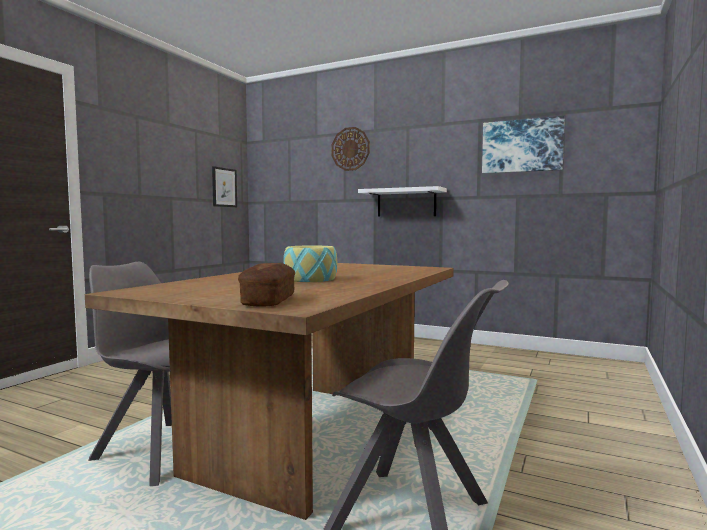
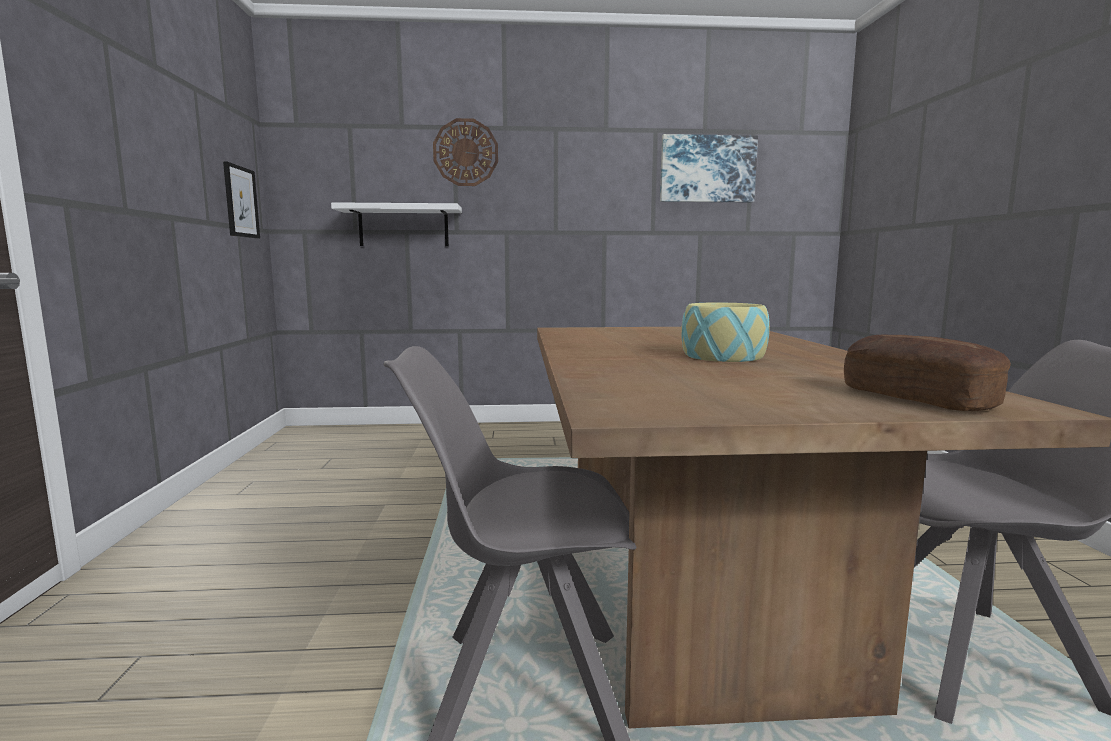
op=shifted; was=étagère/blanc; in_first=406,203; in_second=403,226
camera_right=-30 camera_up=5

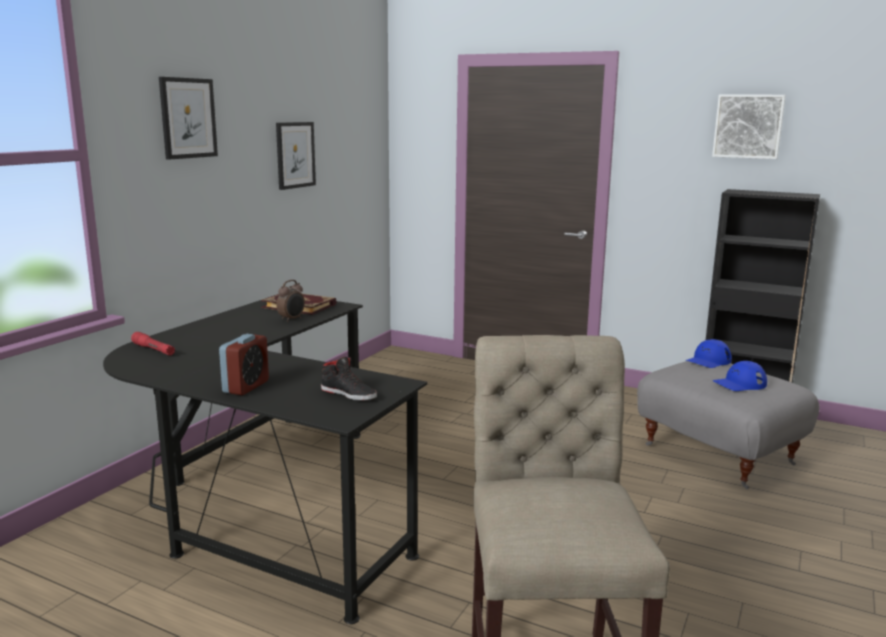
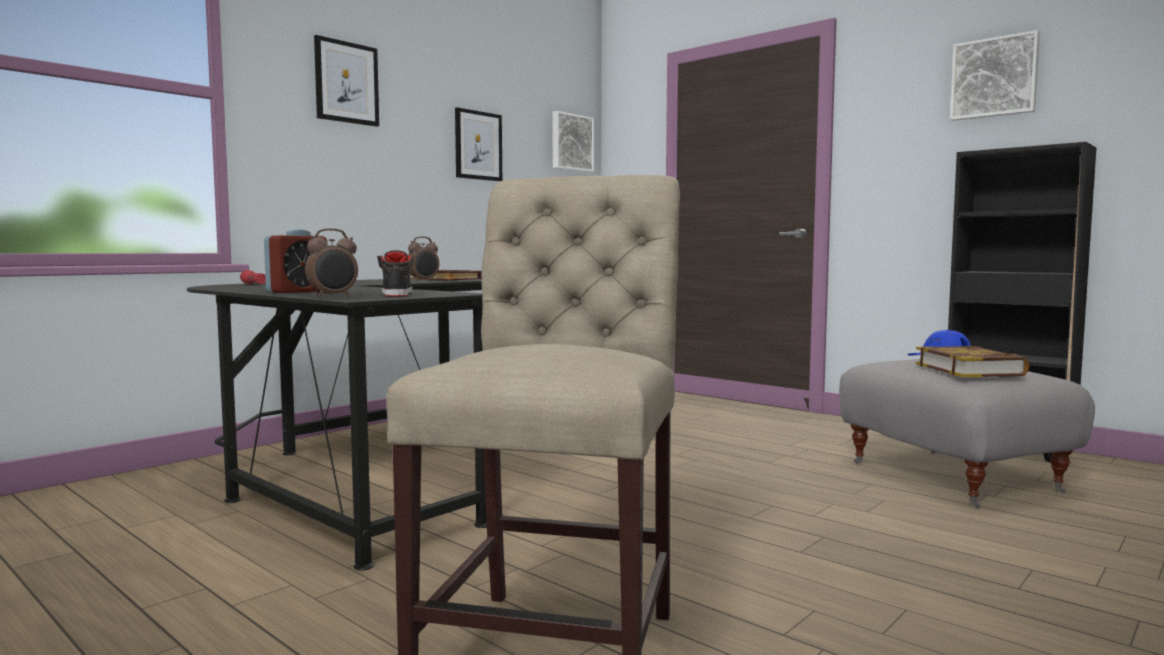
op=rotated; was=chaussure/noir; in_first=349,394; in_second=396,294; clockwise=-150
op=swapped; was=casquette/bleu; now=livre; in_first=739,384; in_second=969,370
op=new; now=réveil; in_second=333,296
op=new; now=tableau; in_second=571,142
camera_right=15 camera_up=-10

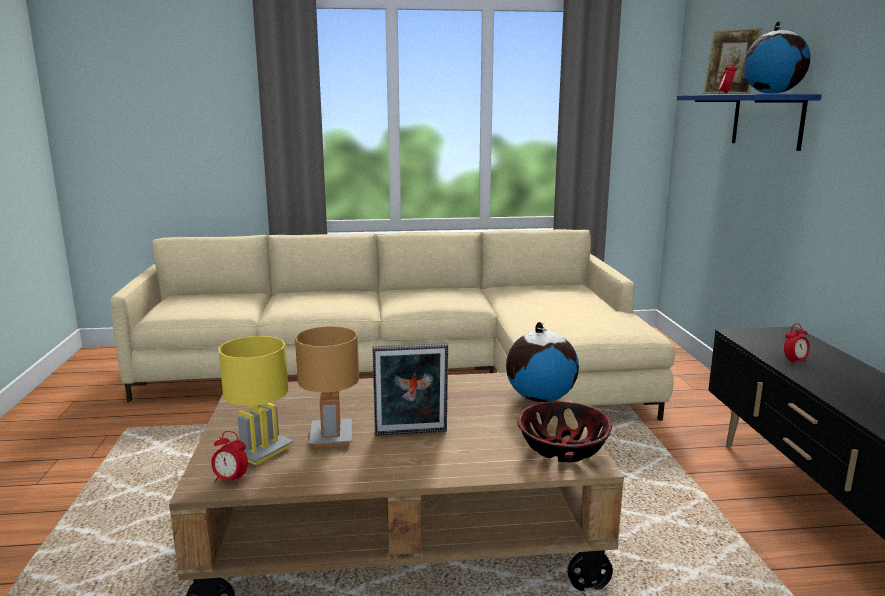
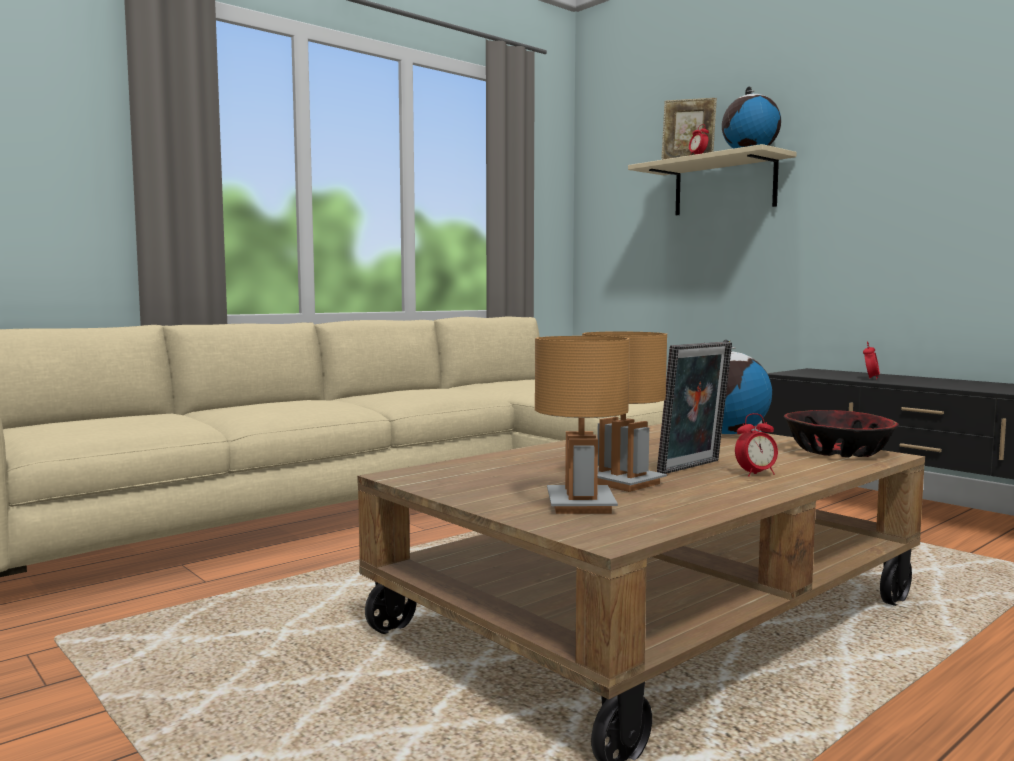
op=shifted; was=réveil; in_first=230,480; in_second=756,474
op=repainted; was=lampe de table/jaune; now=lampe de table/marron; in_first=261,451; in_second=581,504
op=repainted; was=étagère/bleu; now=étagère/beige; in_first=767,120; in_second=724,186
camera_right=-35 camera_up=-10

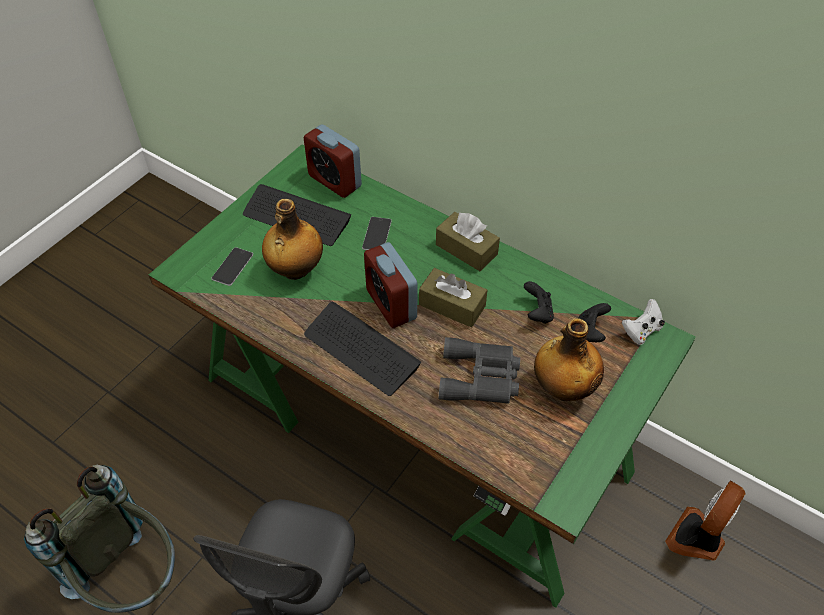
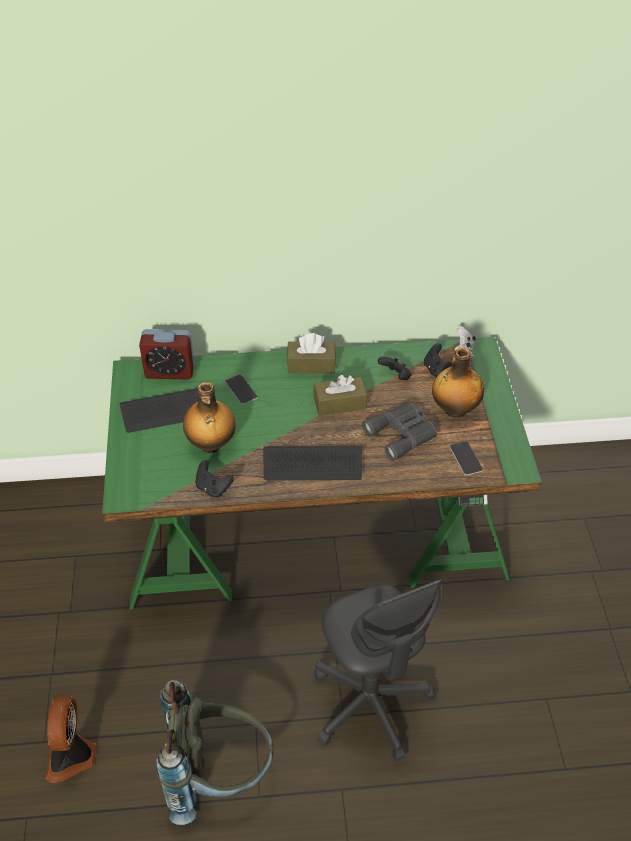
op=shifted; was=téléphone; in_first=232,266; in_second=465,458
op=gone; was=réveil; in_first=391,304
op=shifted; was=ventilateur; in_first=697,538; in_second=72,756
op=new; now=manette/noir; in_second=213,488
camera_right=-40 camera_up=-5

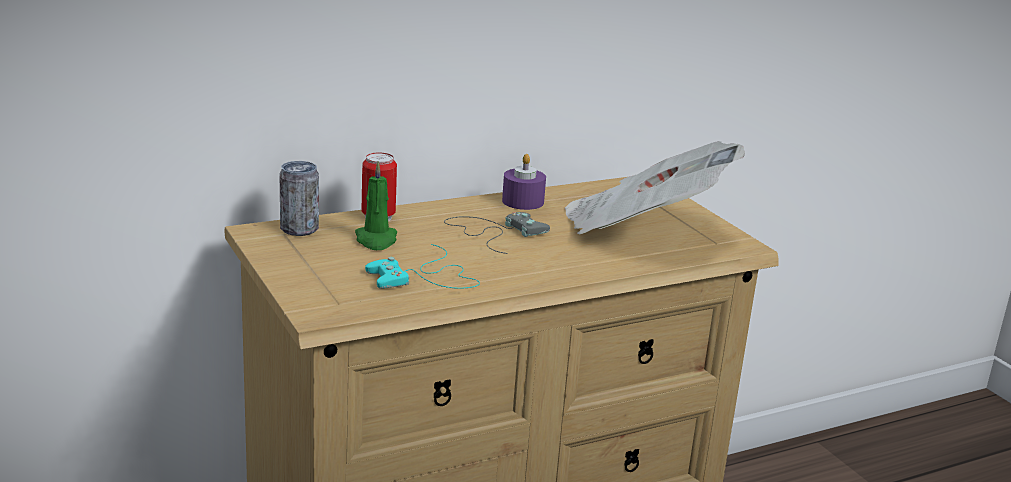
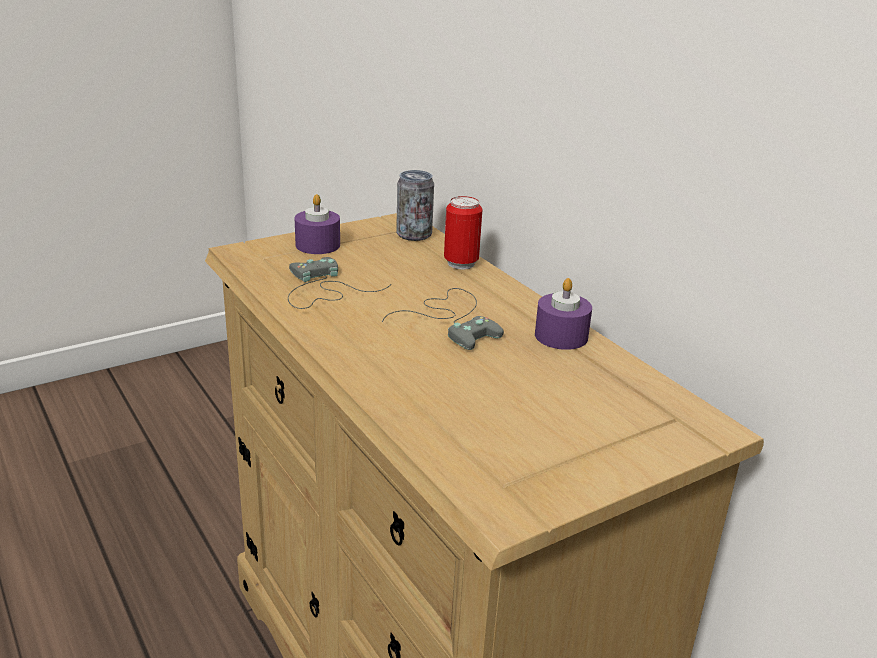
op=gone; was=bougie/vert; in_first=376,240
op=repainted; was=manette/turquoise; now=manette/gris; in_first=426,278; in_second=322,289
op=gone; was=journal; in_first=642,229
op=new; now=bougie/violet; in_second=317,245
camera_right=85 camera_up=5

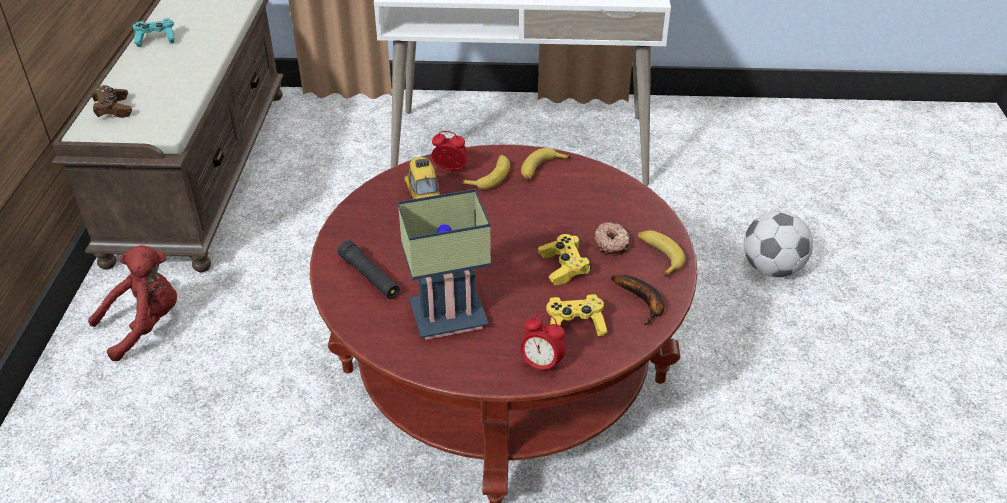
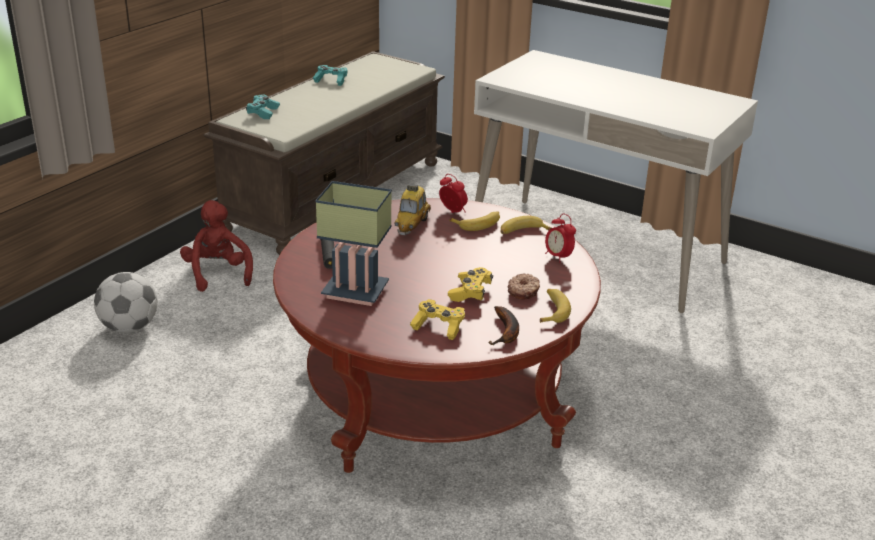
op=rotated; was=peluche/rouge; in_first=145,325; in_second=218,274; clockwise=-105
op=repainted; was=manette/marron; now=manette/turquoise; in_first=113,109; in_second=263,113
op=shifted; was=réveil; in_first=541,365; in_second=558,257
op=shifted; was=ballon de foot; in_first=772,269; in_second=130,327
camera_right=30 camera_up=-10

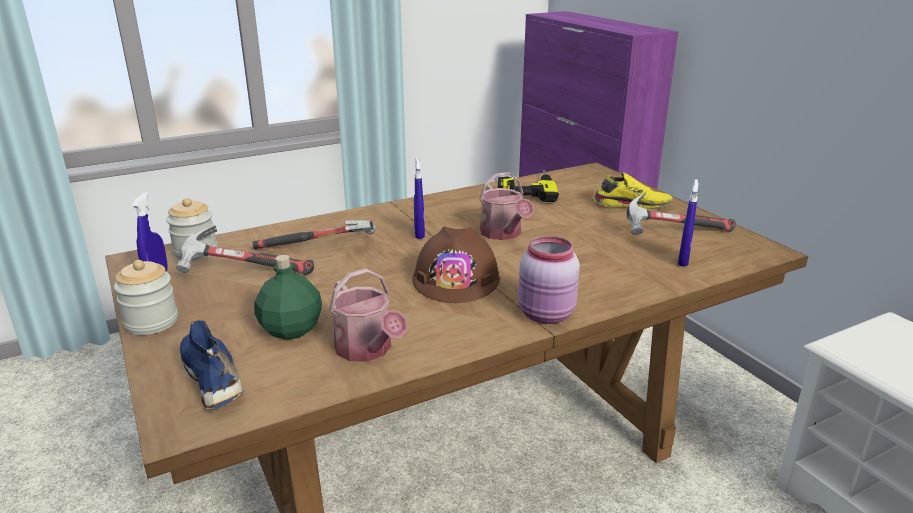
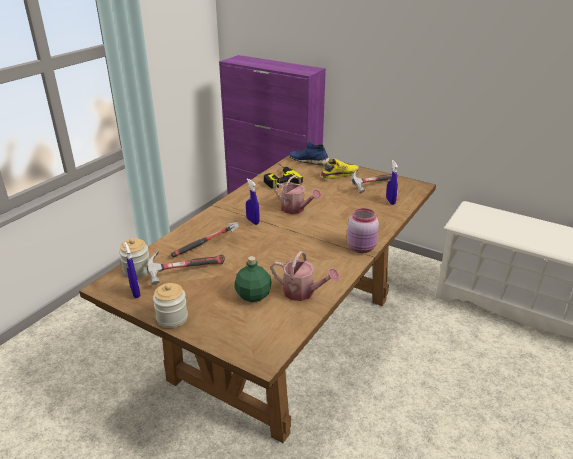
op=shifted; was=chaussure/bleu; in_first=213,378; in_second=309,161
op=gone; was=casque de chantier/marron; in_first=456,279
camera_right=-30 camera_up=5

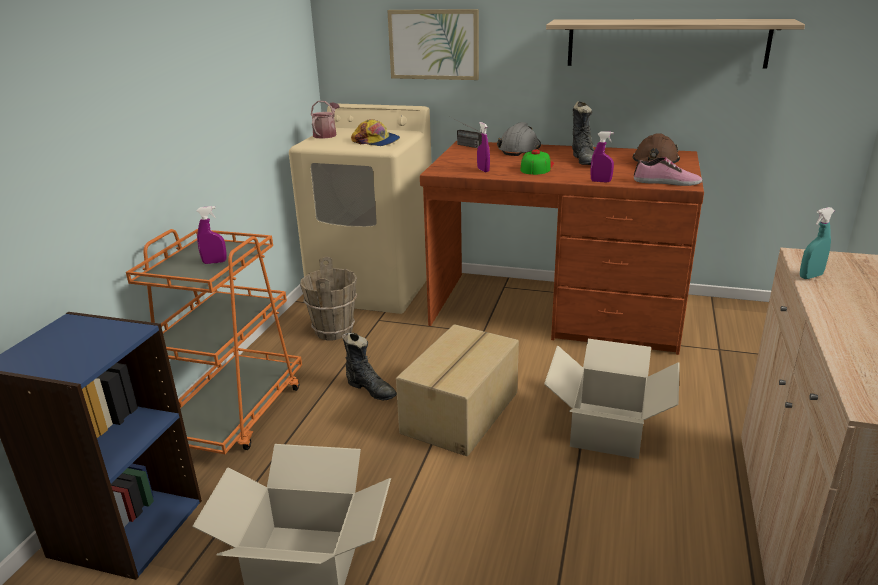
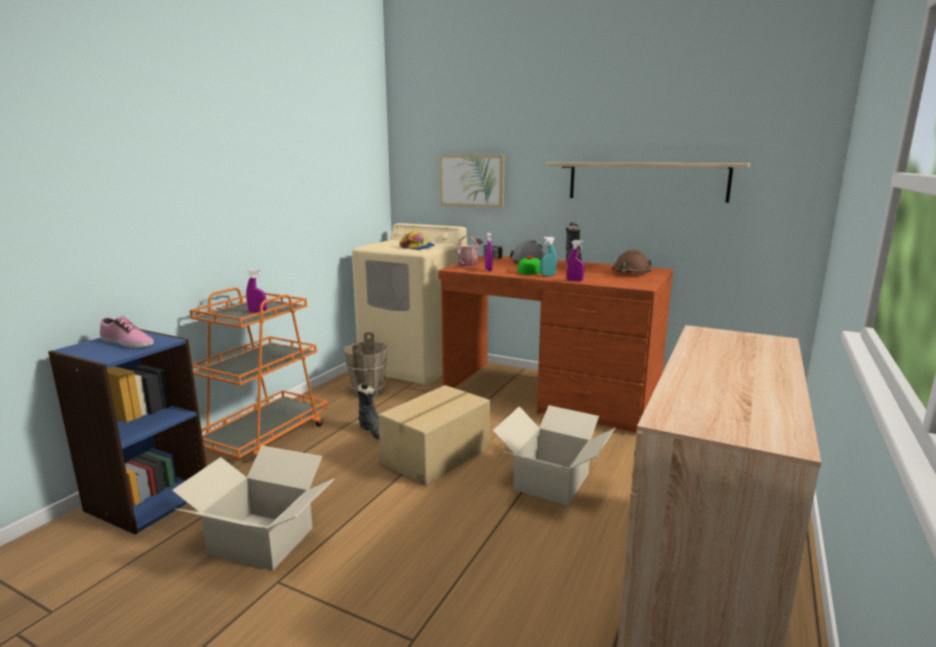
op=shifted; was=arrosoir; in_first=326,134; in_second=469,264
op=shifted; was=chaussure; in_first=666,182; in_second=127,343
op=shifted; was=vaporisateur/turquoise; in_first=810,276; in_second=548,275
camera_right=10 camera_up=-10

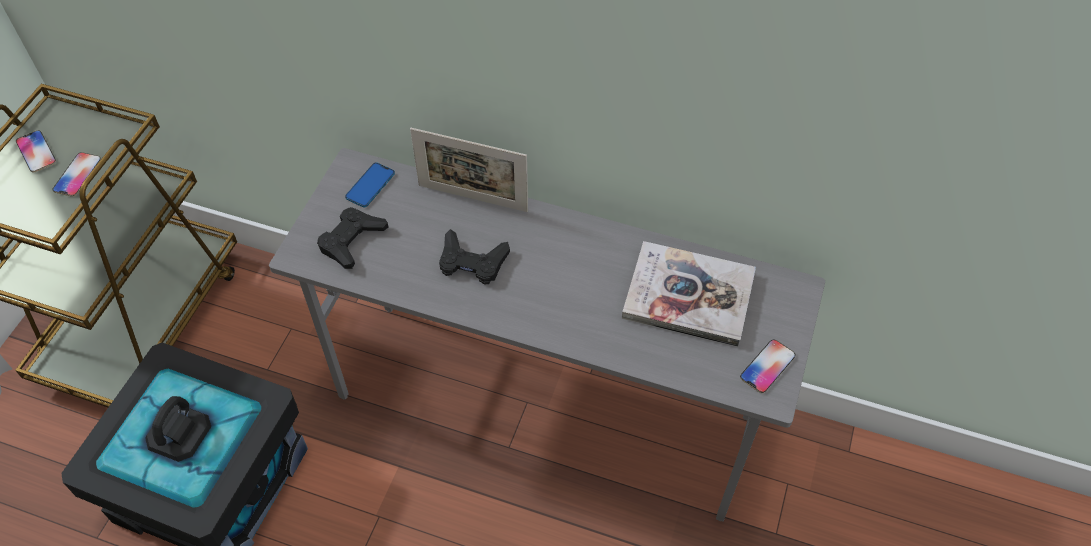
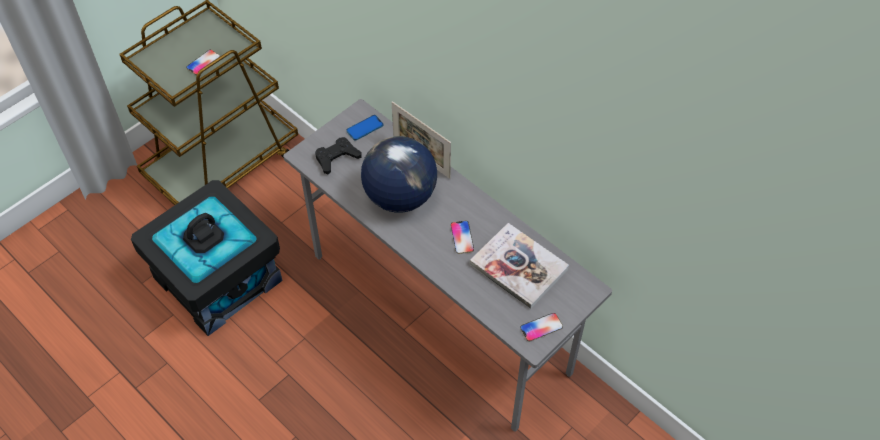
op=shifted; was=téléphone; in_first=36,152; in_second=462,237
op=swapped; was=manette/noir; now=globe; in_first=472,262; in_second=399,197
camera_right=25 camera_up=0

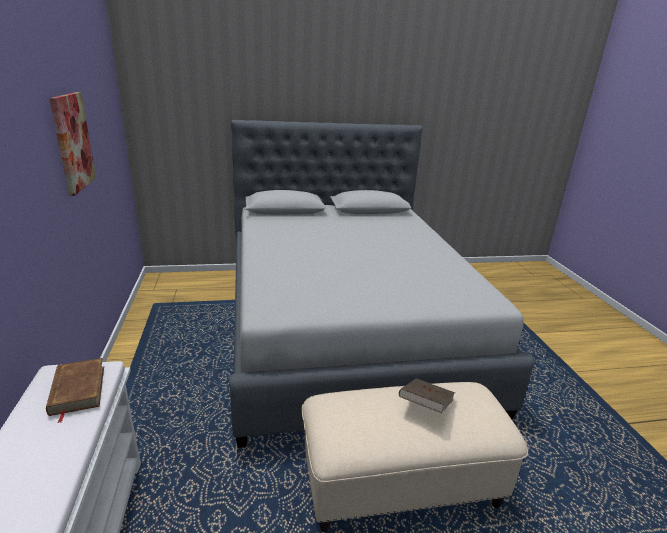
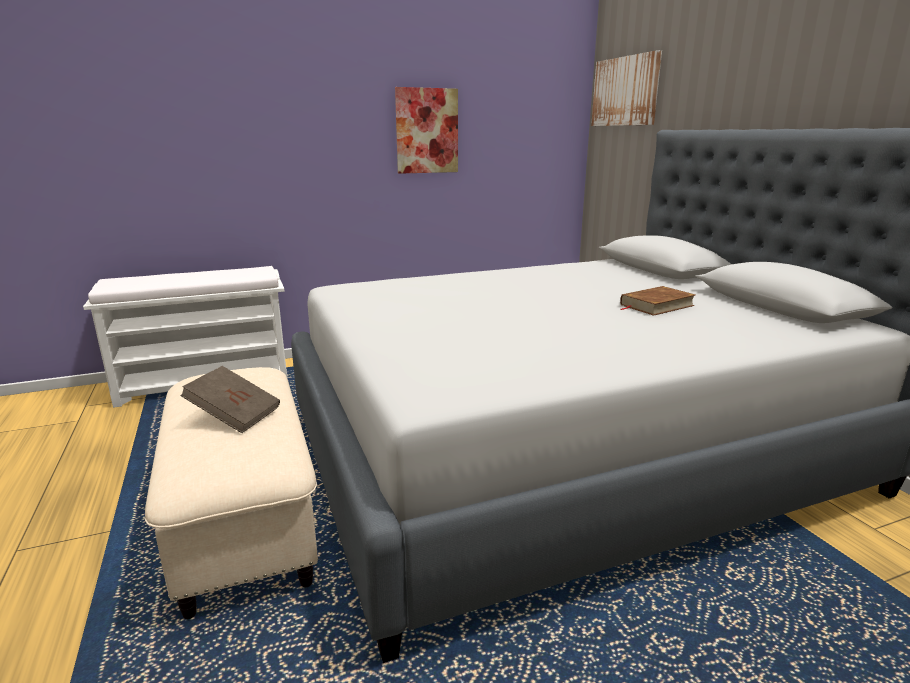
op=shifted; was=livre/marron; in_first=77,390; in_second=656,305
op=new; now=tableau; in_second=625,91
camera_right=80 camera_up=-5

